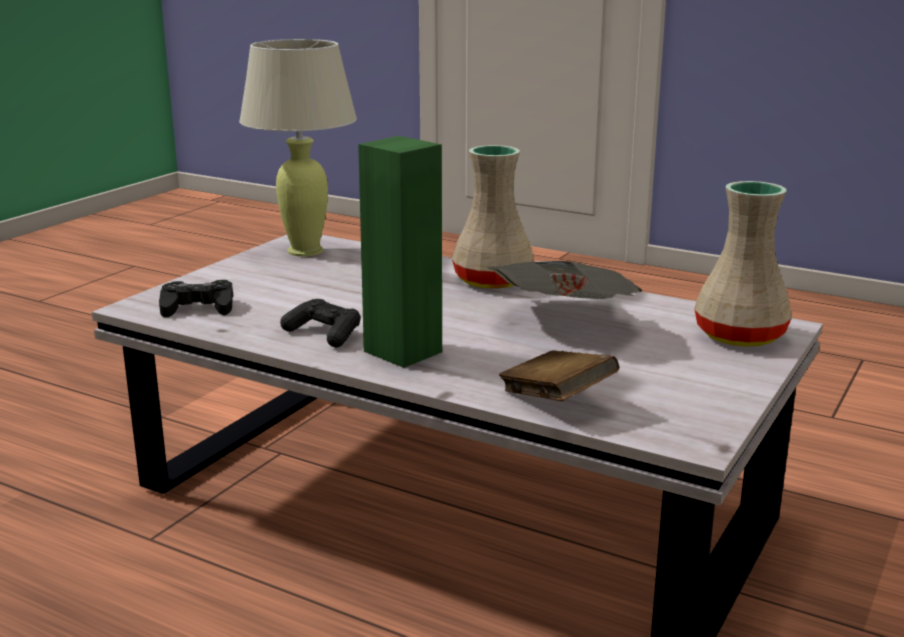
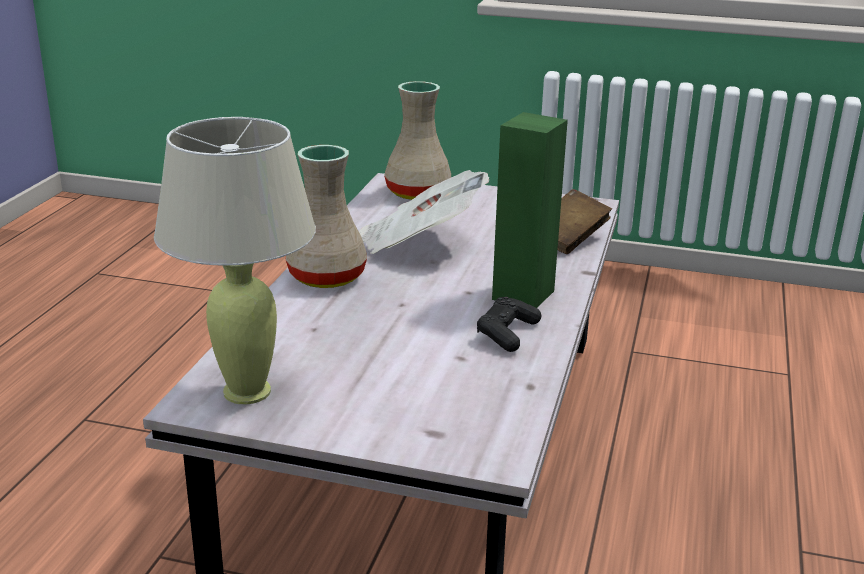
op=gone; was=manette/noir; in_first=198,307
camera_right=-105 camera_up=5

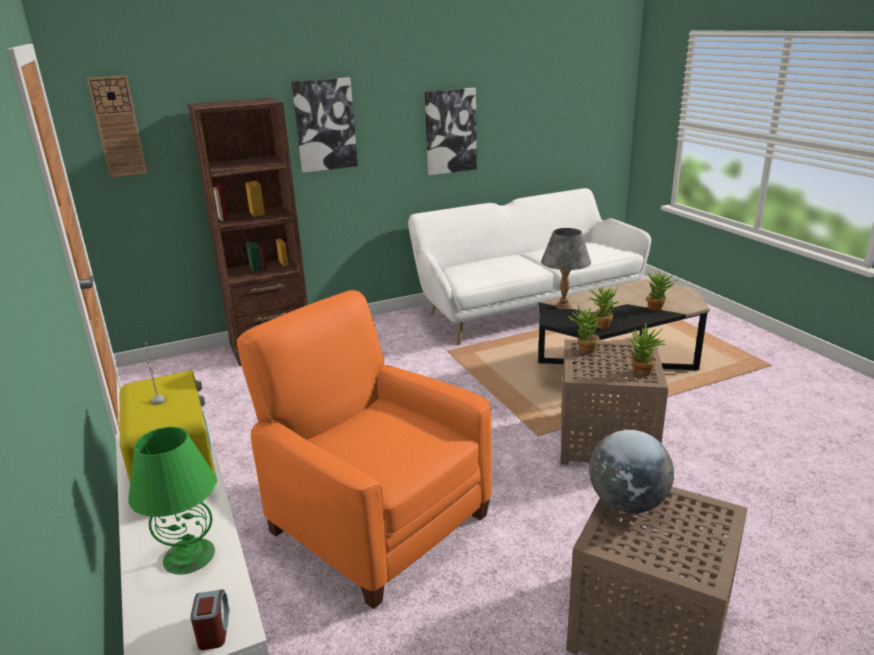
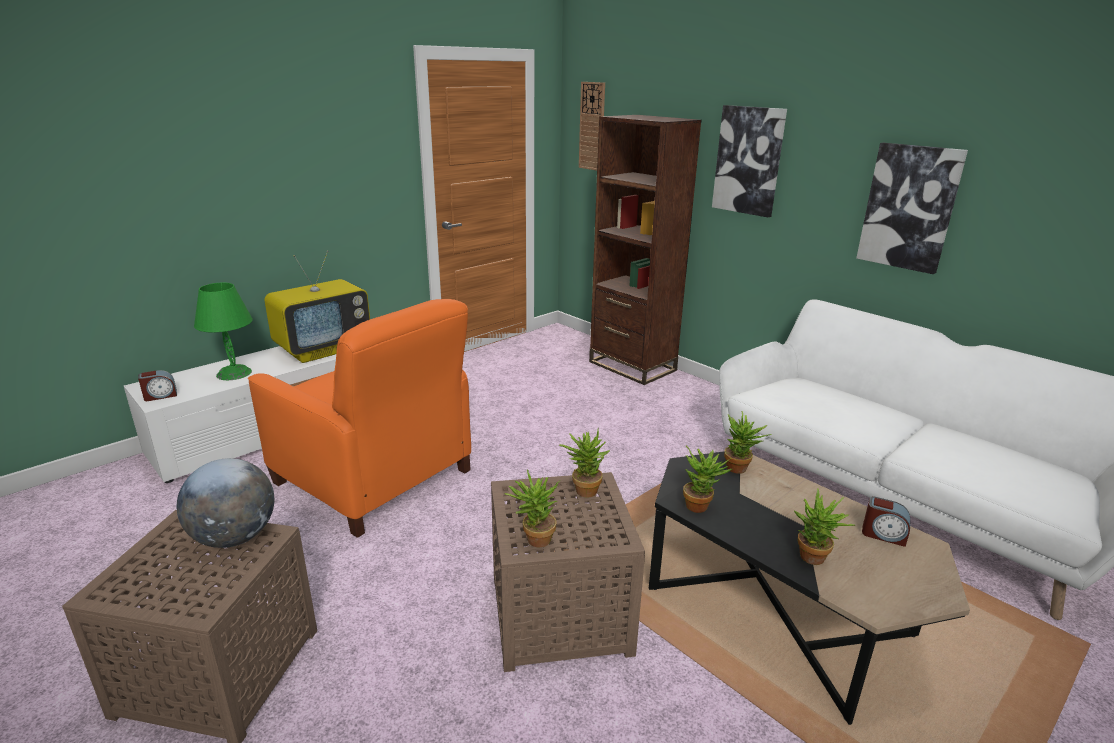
op=rotated; was=fauteuil/orange; in_first=376,522; in_second=375,477; clockwise=105
op=swapped; was=lampe de table/gris; now=plante en pot; in_first=563,306; in_second=740,469
op=new; now=réveil; in_second=883,535
camera_right=70 camera_up=0

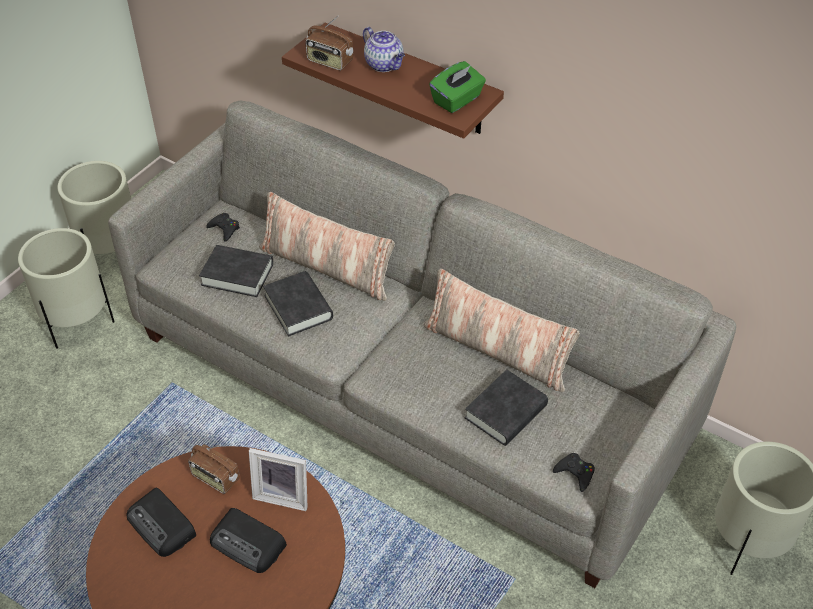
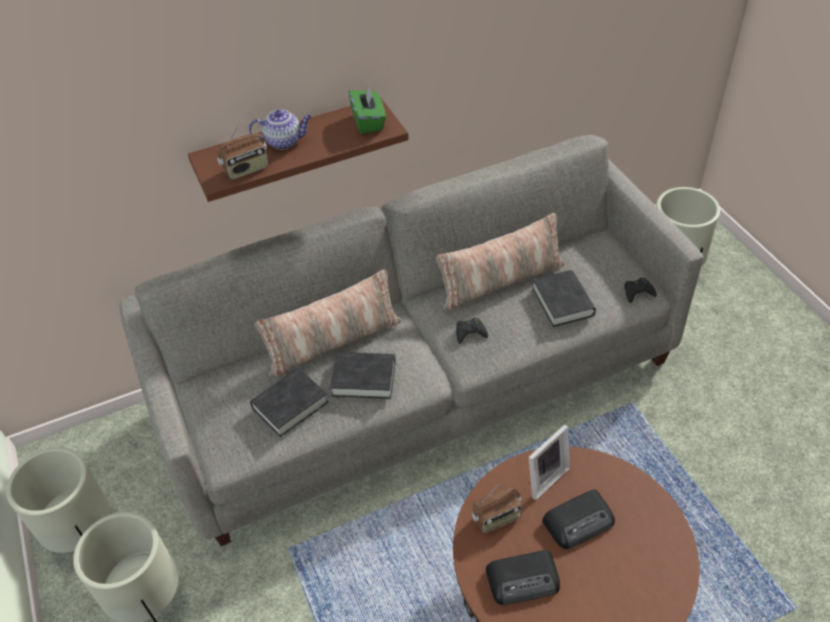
op=shifted; was=manette/noir; in_first=224,229; in_second=470,333
camera_right=-55 camera_up=0

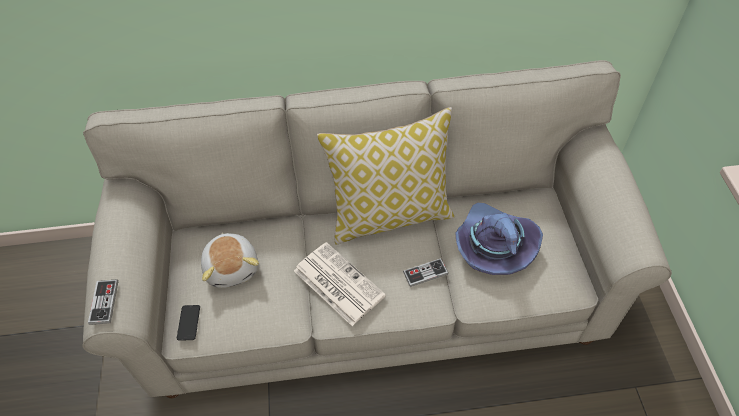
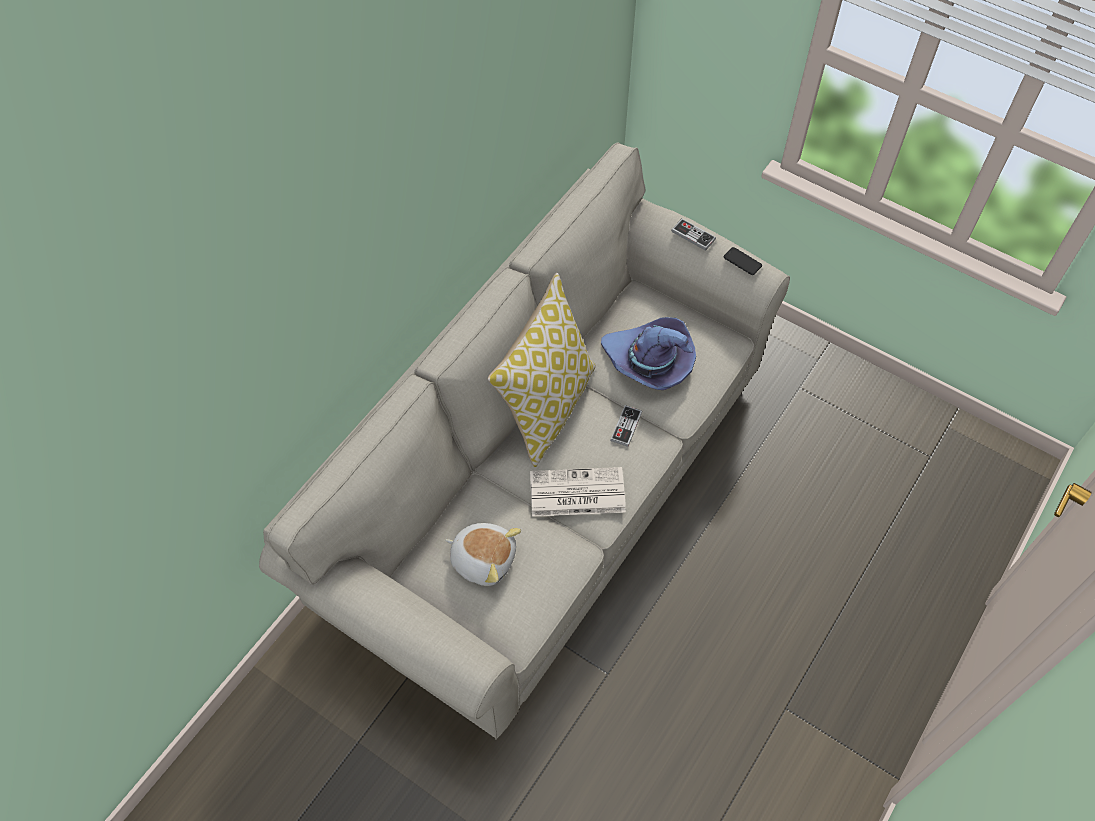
op=shifted; was=manette; in_first=104,302; in_second=693,235
op=shifted; was=téléphone; in_first=188,323; in_second=742,261
camera_right=-50 camera_up=5

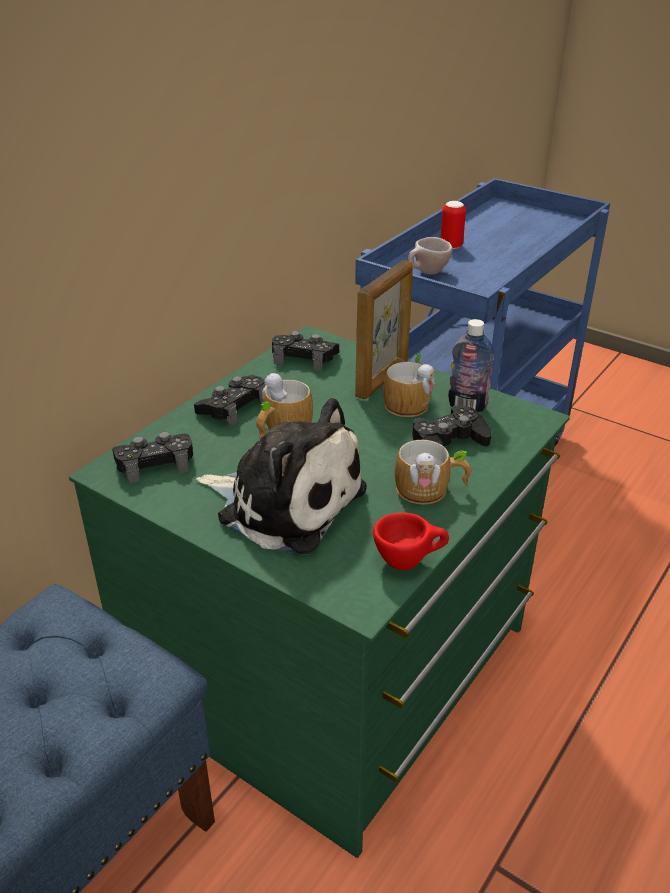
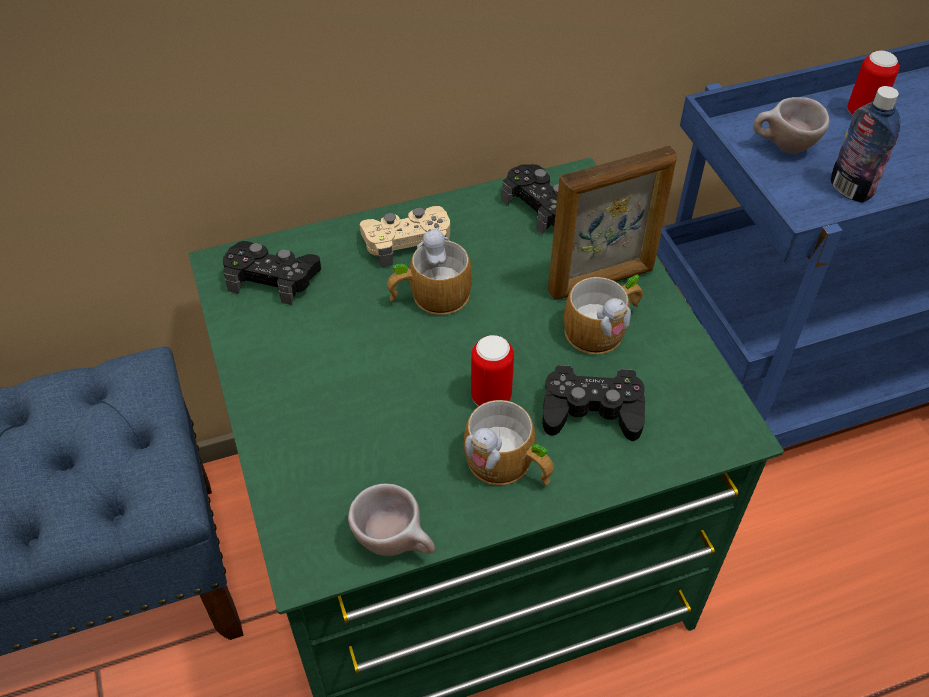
op=repainted; was=manette/noir; now=manette/beige; in_first=233,407; in_second=407,241
op=gone; was=peluche; in_first=285,502
op=repainted; was=tasse/rouge; now=tasse/beige; in_first=409,561; in_second=397,544
op=shifted; was=bouteille; in_first=467,406; in_second=850,189
op=new; now=boîte métallique; in_second=491,396
camera_right=35 camera_up=15

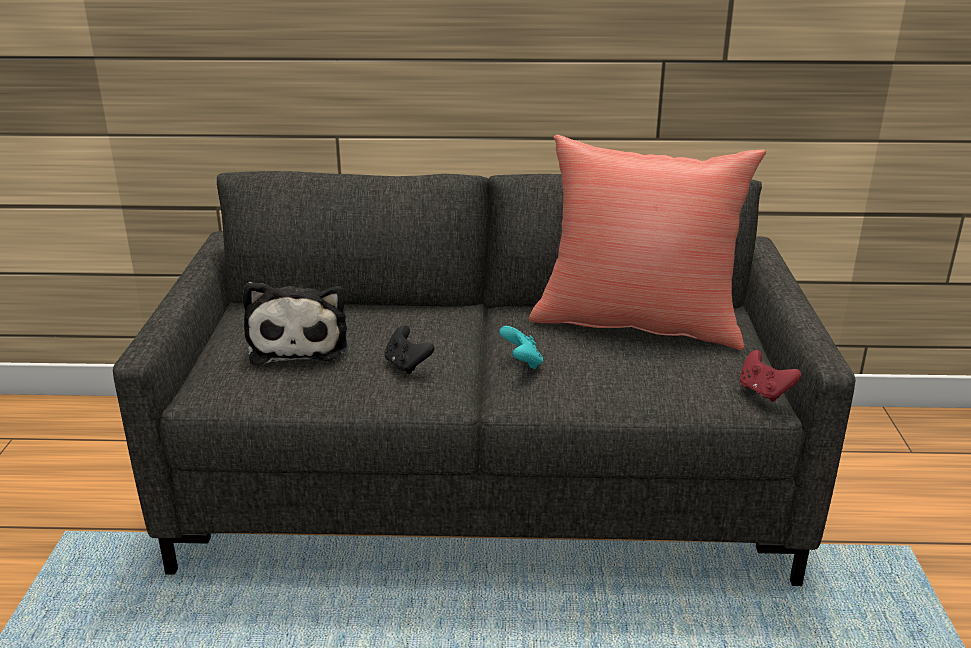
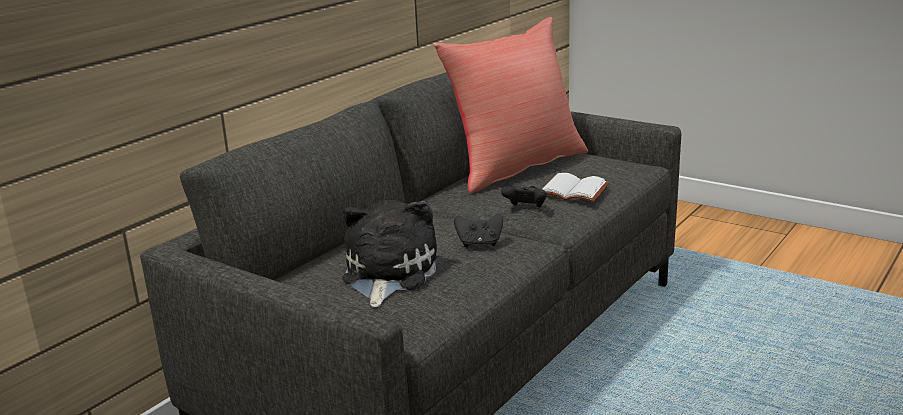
op=rotated; was=peluche; in_first=299,343; in_second=387,274; clockwise=-105
op=repainted; was=manette/turquoise; now=manette/noir; in_first=522,362; in_second=525,208
op=gone; was=manette/rouge; in_first=764,392
op=new; now=livre/blanc; in_second=571,191
camera_right=-55 camera_up=-5

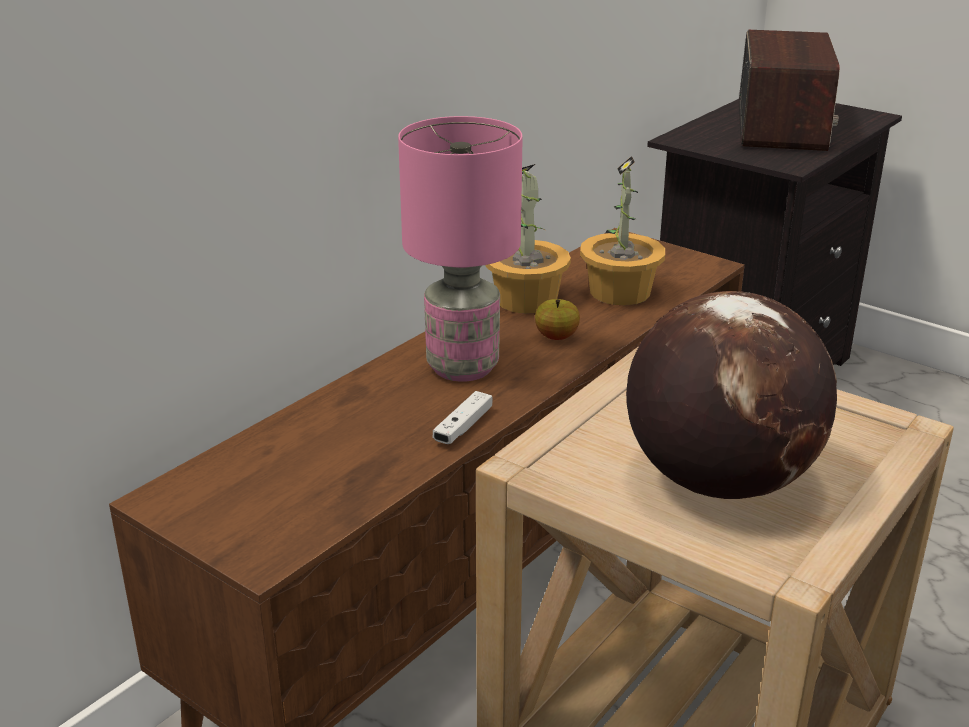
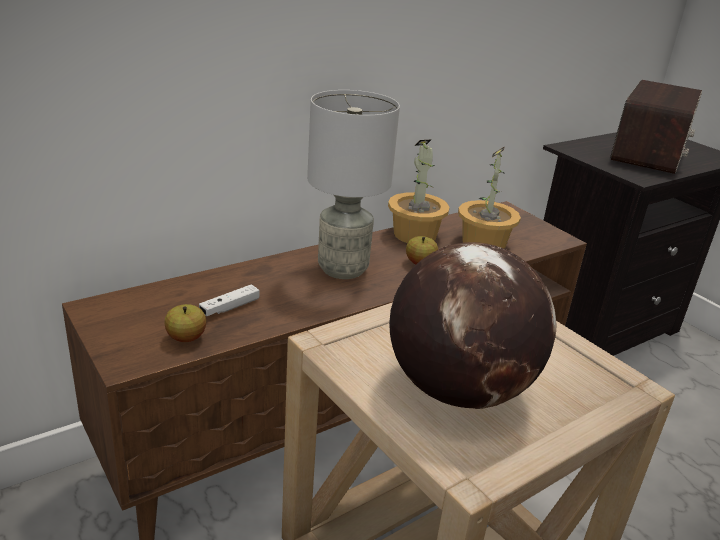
op=repainted; was=lampe de table/rose; now=lampe de table/gris; in_first=464,367; in_second=343,269
op=shifted; was=manette/blanc; in_first=463,427; in_second=230,307
op=new; now=pomme; in_second=186,338
camera_right=15 camera_up=0

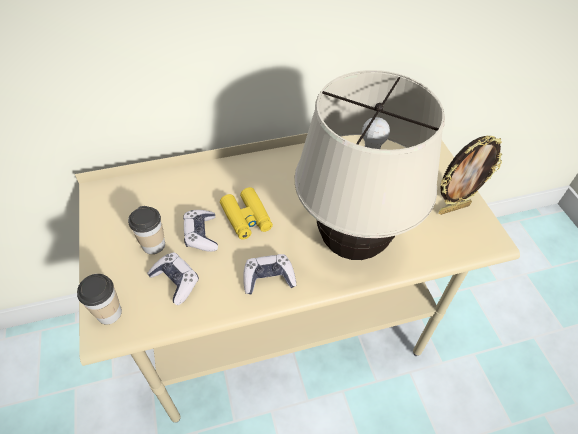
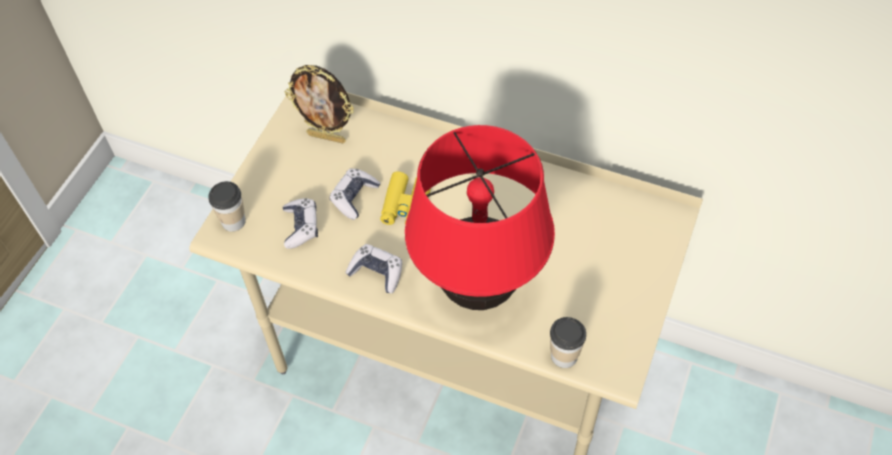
op=shifted; was=tasse; in_first=153,245; in_second=564,356
op=repainted; was=lampe de table/beige; now=lampe de table/rouge; in_first=351,244; in_second=477,289
op=shifted; was=cadre photo; in_first=453,208; in_second=327,137
camera_right=40 camera_up=5

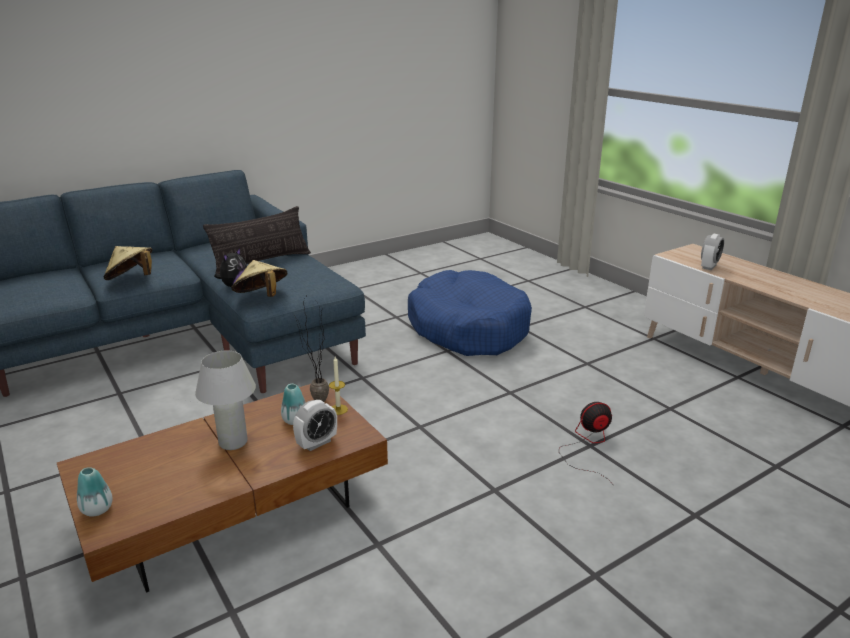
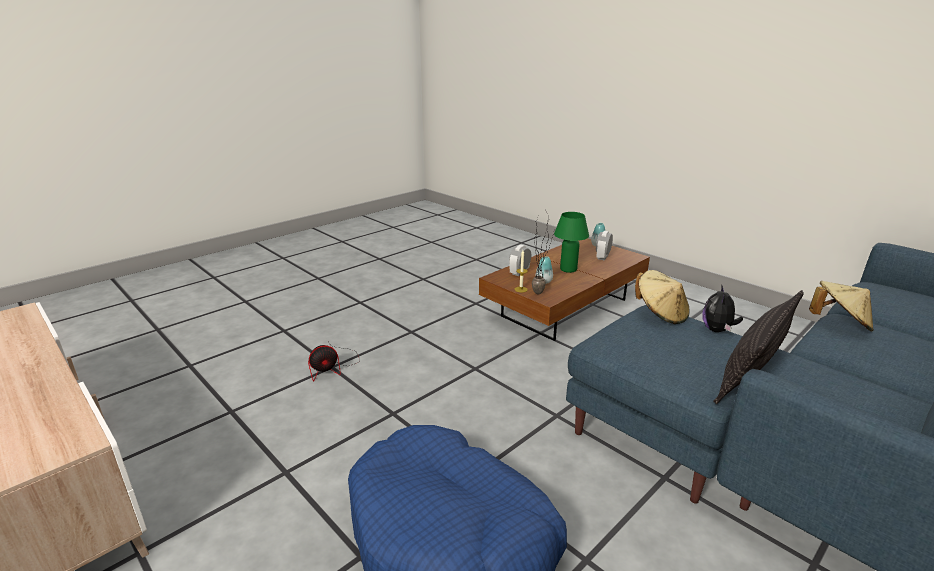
op=repainted; was=lampe de table/blanc; now=lampe de table/vert; in_first=233,442; in_second=568,269
op=shifted; was=réveil; in_first=709,266; in_second=602,257
camera_right=170 camera_up=0

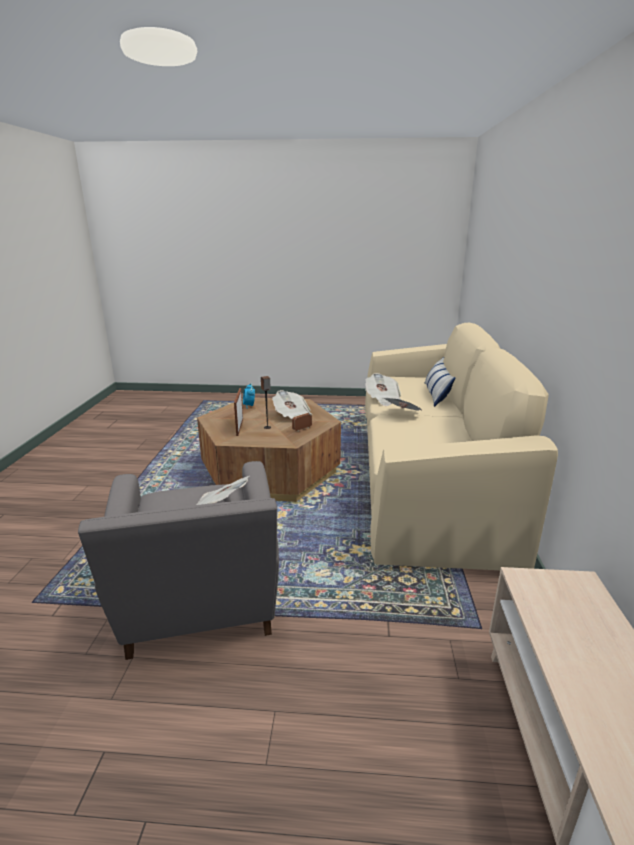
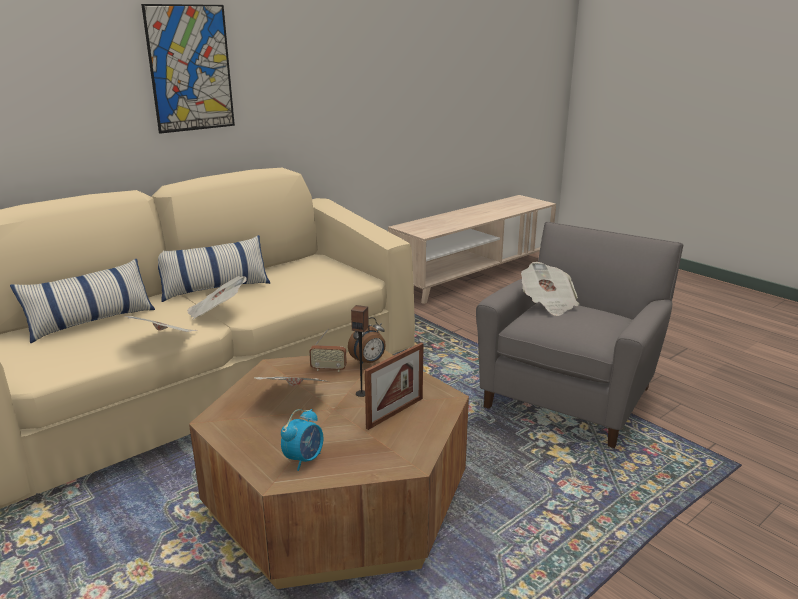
op=new; now=tableau; in_second=190,68
op=new; now=coussin; in_second=215,288
op=new; now=réveil; in_second=368,362
camera_right=-135 camera_up=0

